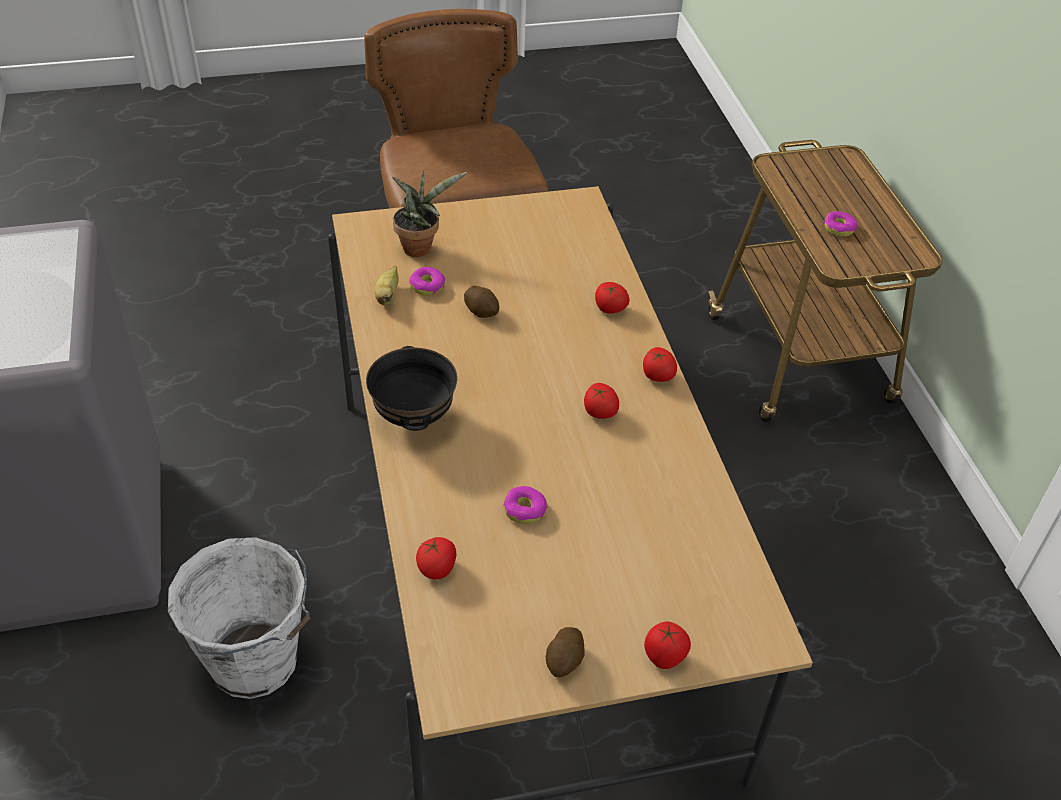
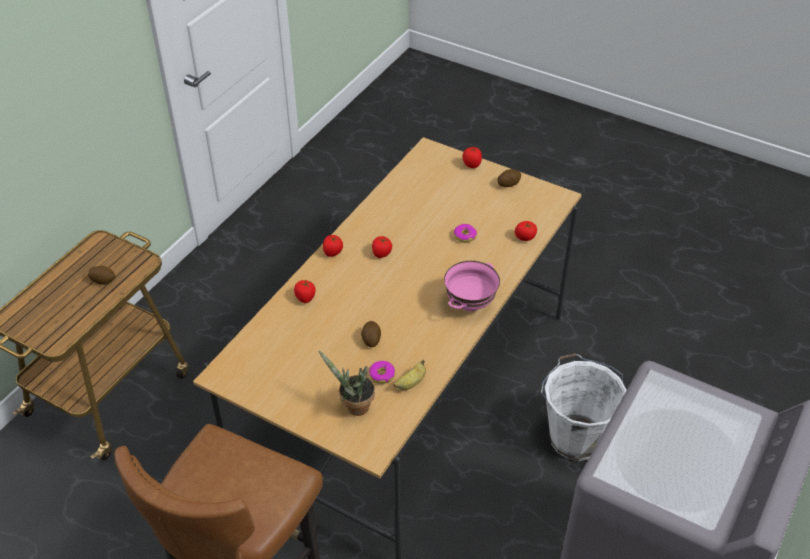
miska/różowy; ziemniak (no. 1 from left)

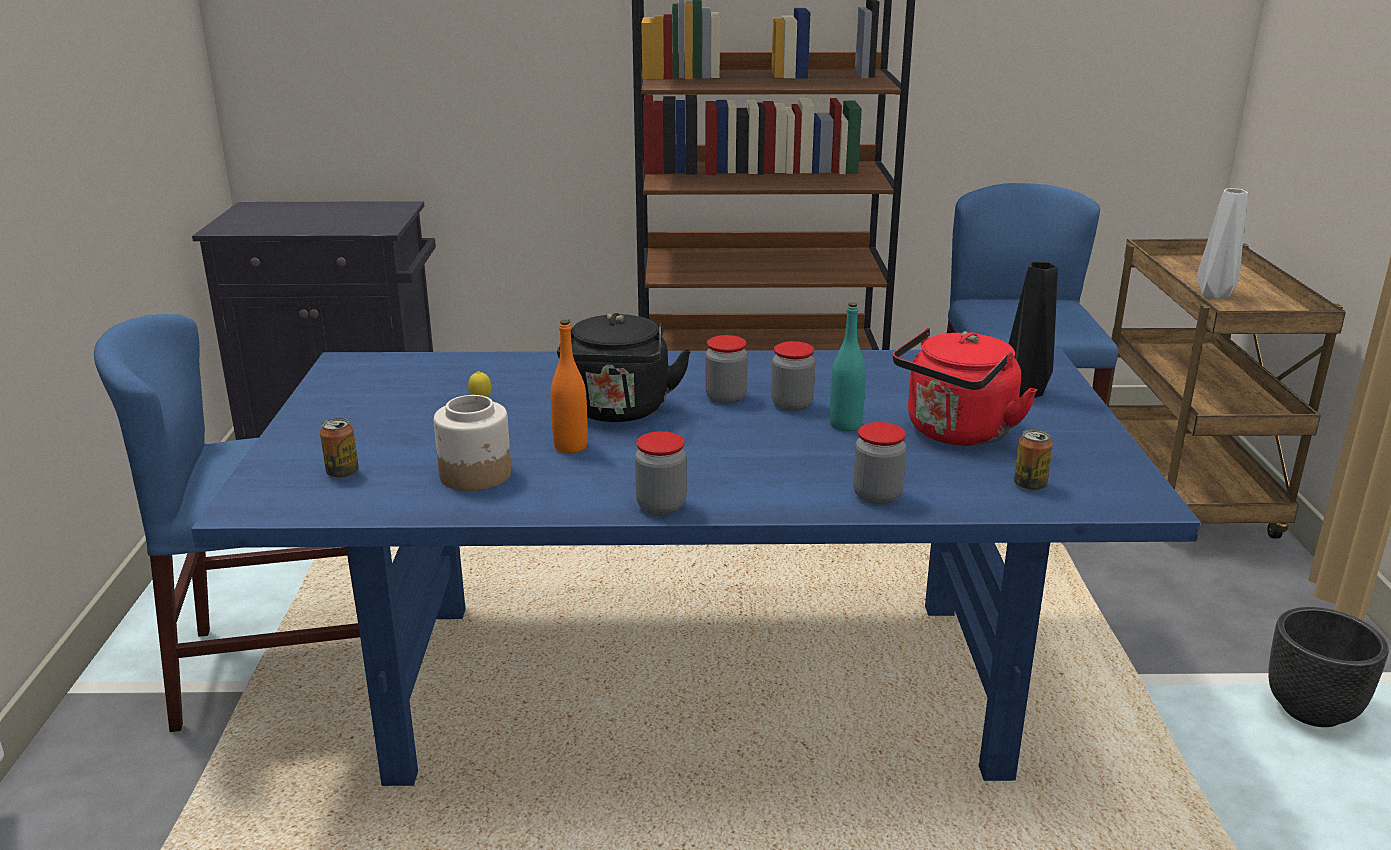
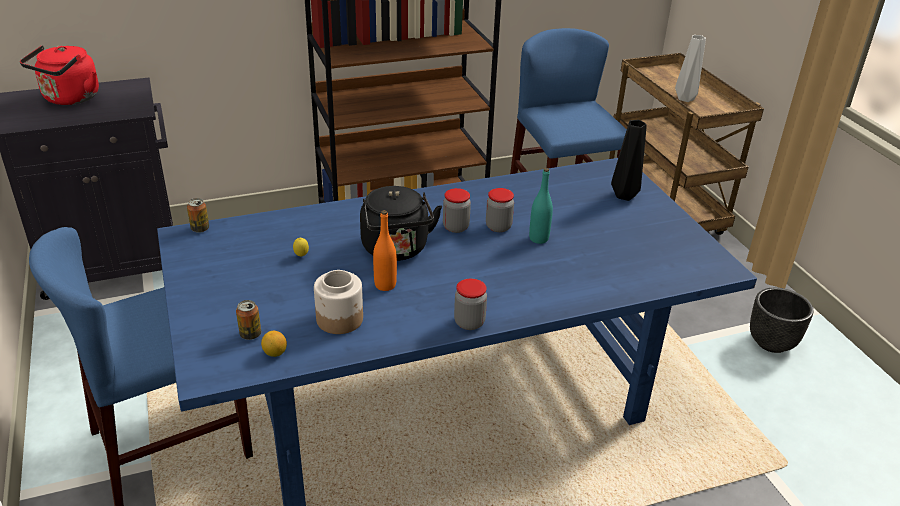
słoik (no. 5 from left in the first image); czajnik/czerwony; puszka (no. 1 from left); cytryna (no. 1 from left)

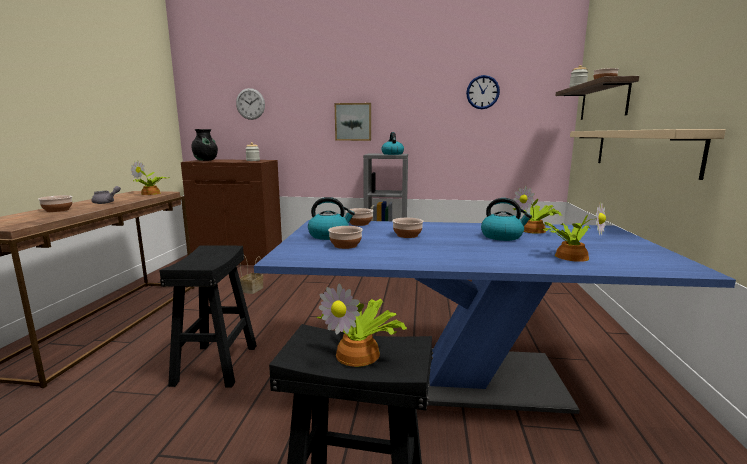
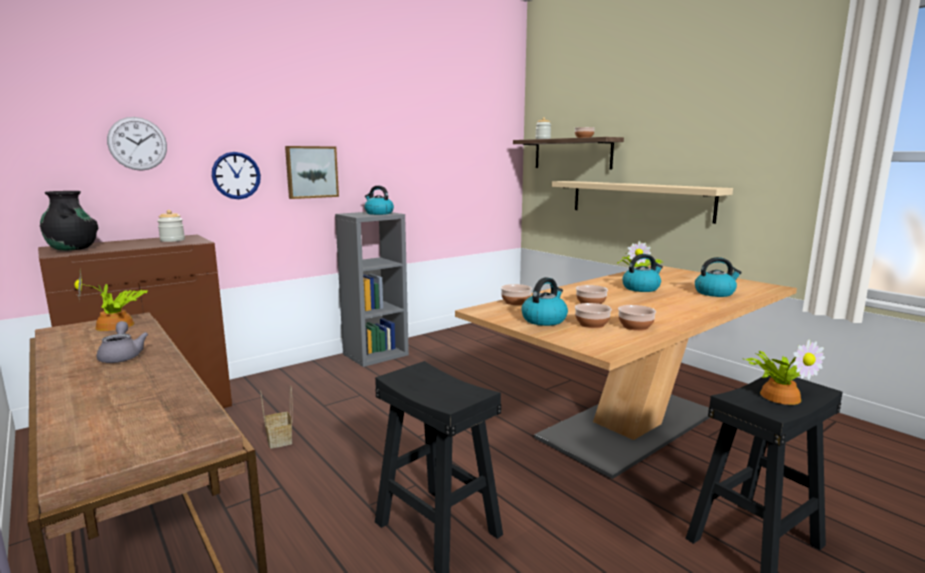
miska (no. 5 from left); stół jadalny/beżowy; zegar ścienny (no. 2 from left); czajnik (no. 4 from left)

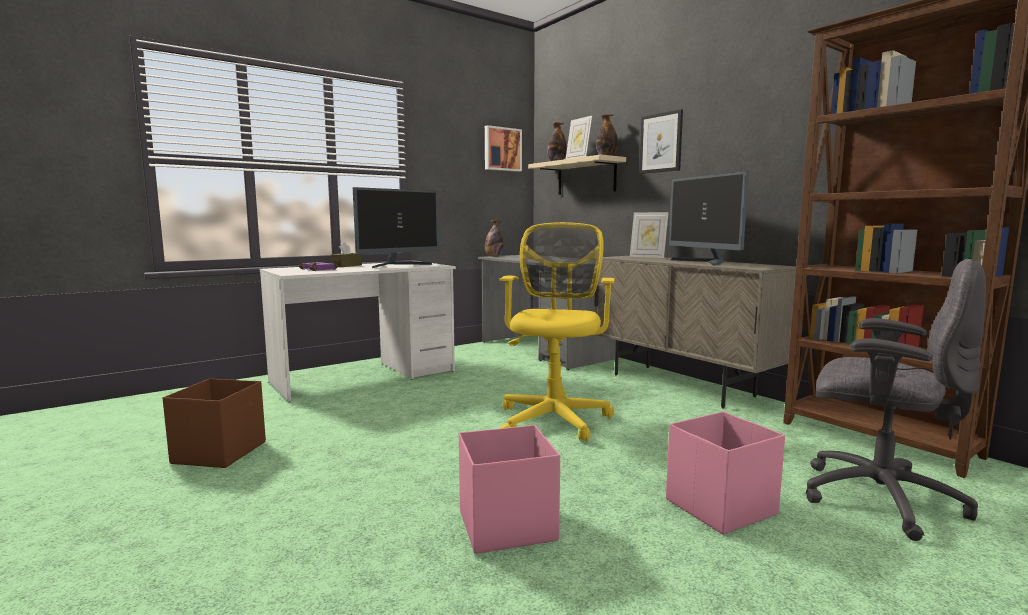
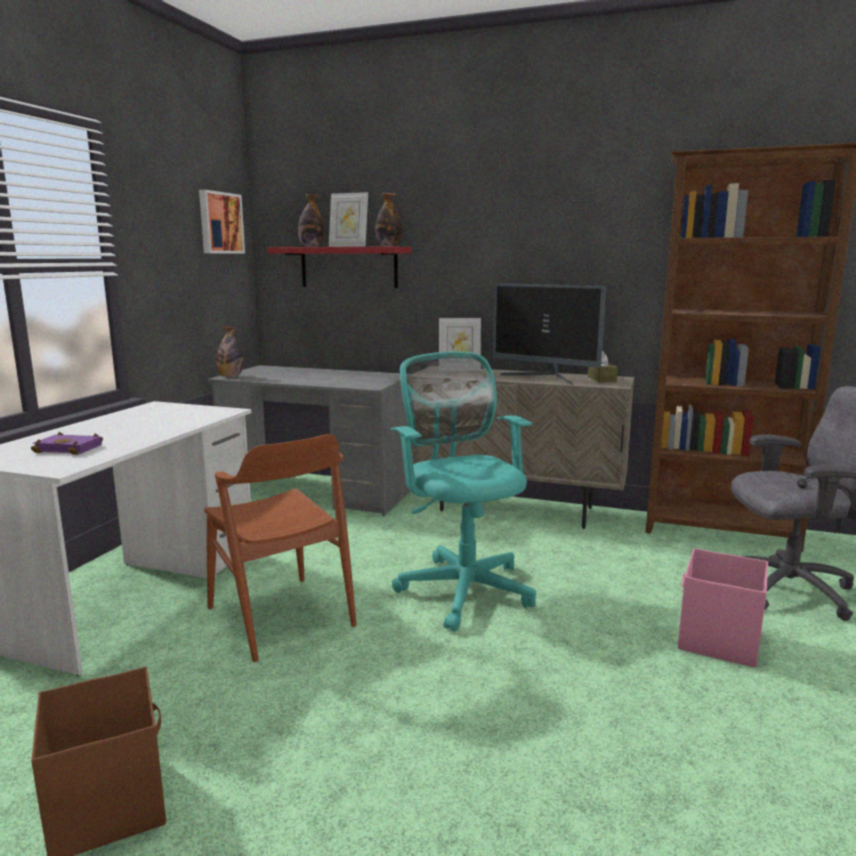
pudełko chusteczek/brązowy; monitor (no. 1 from left in the first image); pojemnik do przechowywania/różowy (no. 1 from left in the first image); krzesło biurowe/turkusowy; półka/czerwony; obraz (no. 2 from left in the first image); krzesło/brązowy

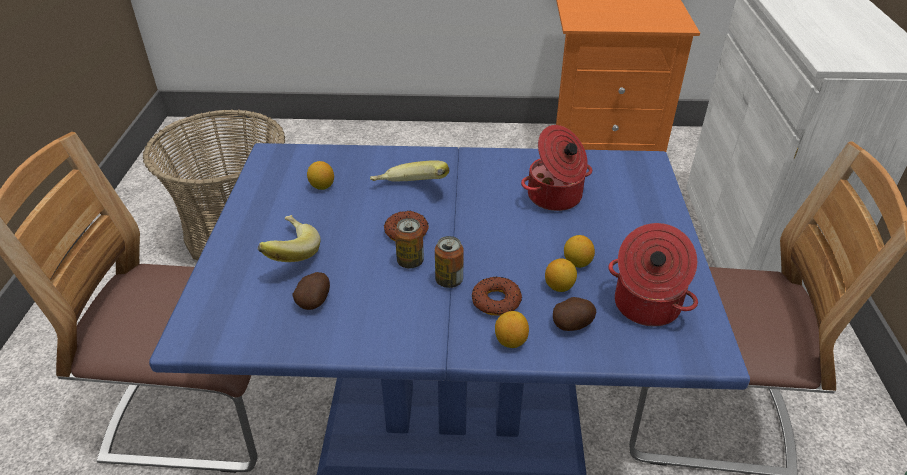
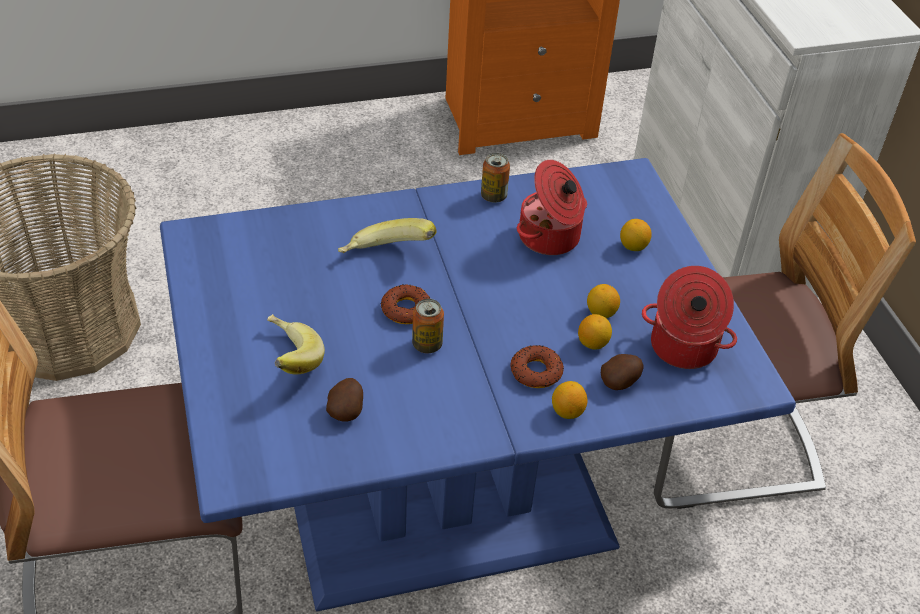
cytryna (no. 4 from left); puszka (no. 2 from left)

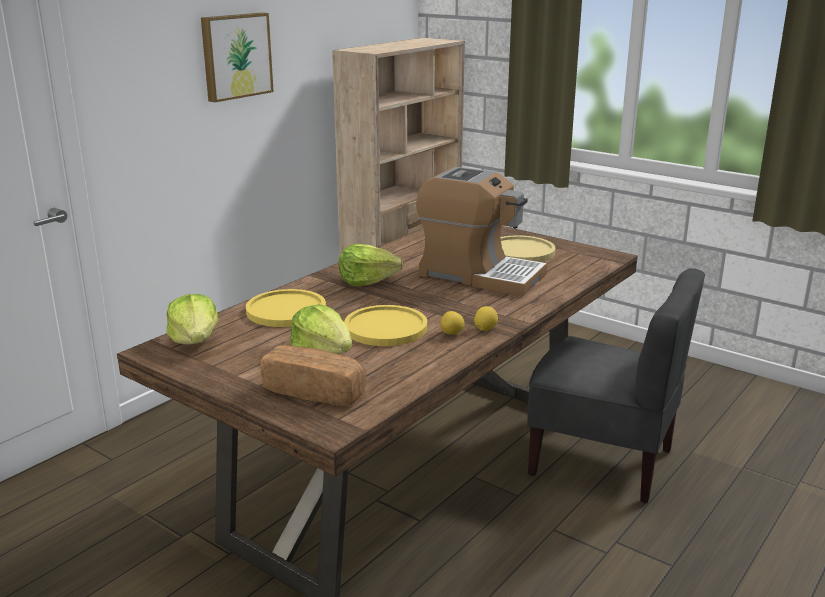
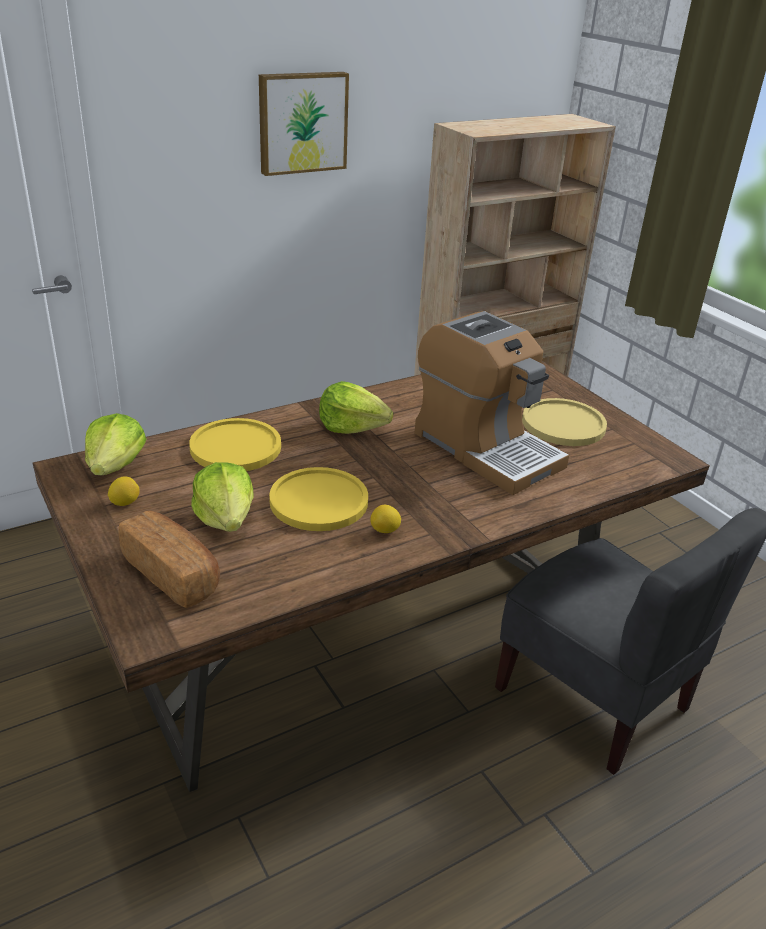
cytryna (no. 1 from left)

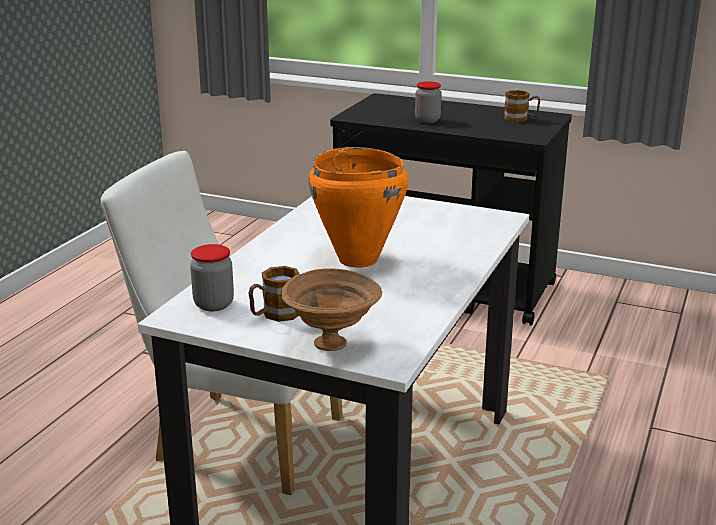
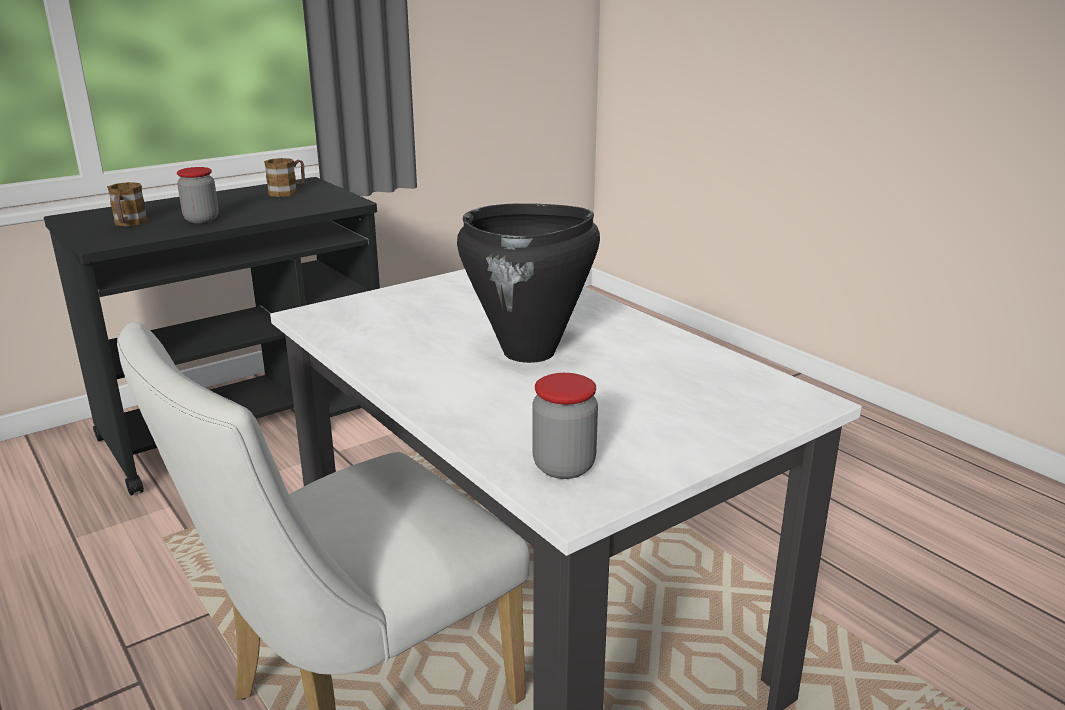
kubek (no. 1 from left); miska/brązowy; garnek/czarny

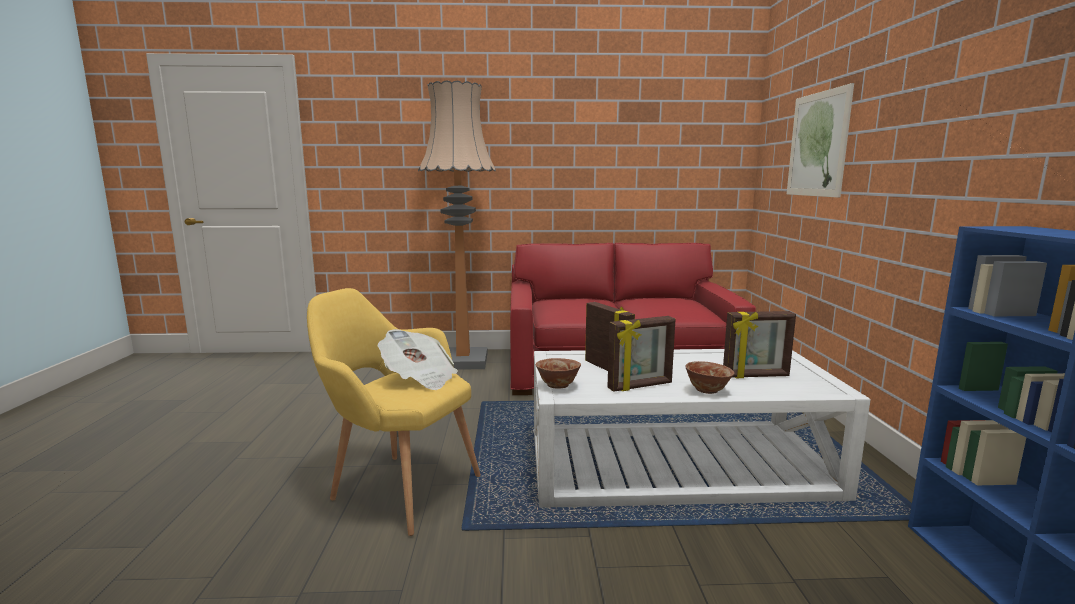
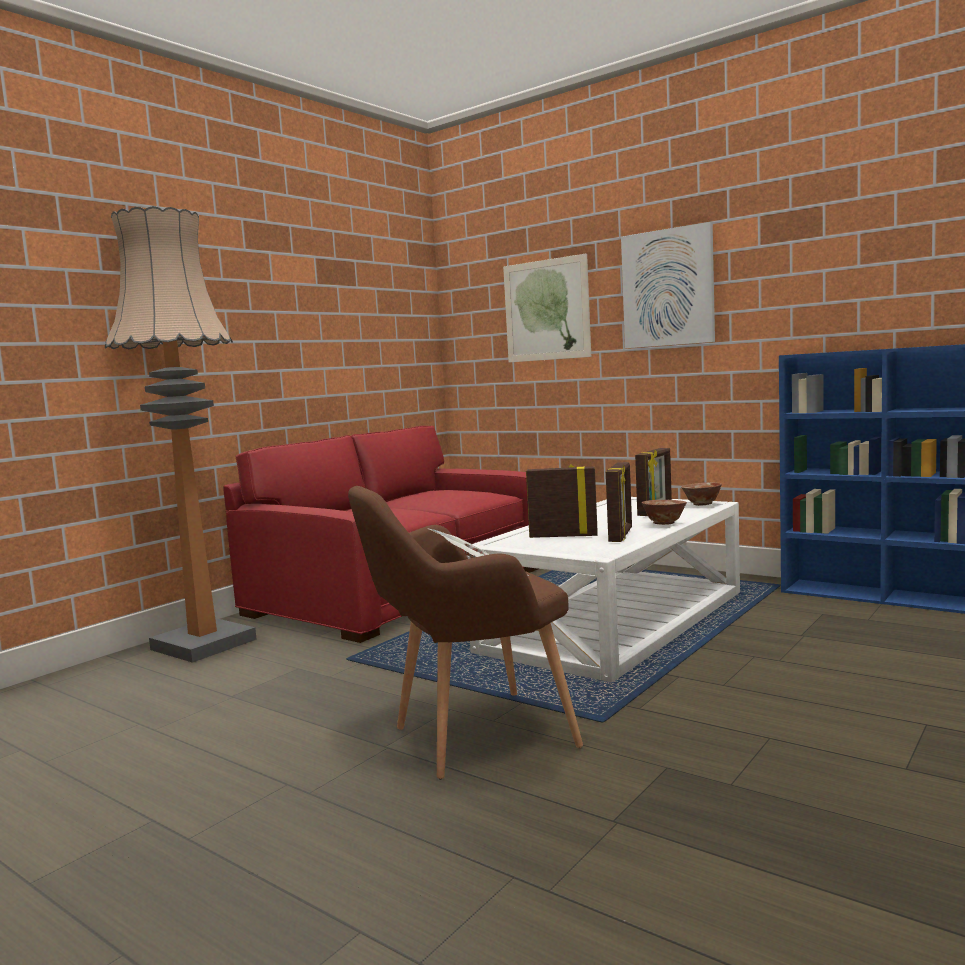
fotel/brązowy; miska (no. 2 from left); obraz (no. 2 from left)

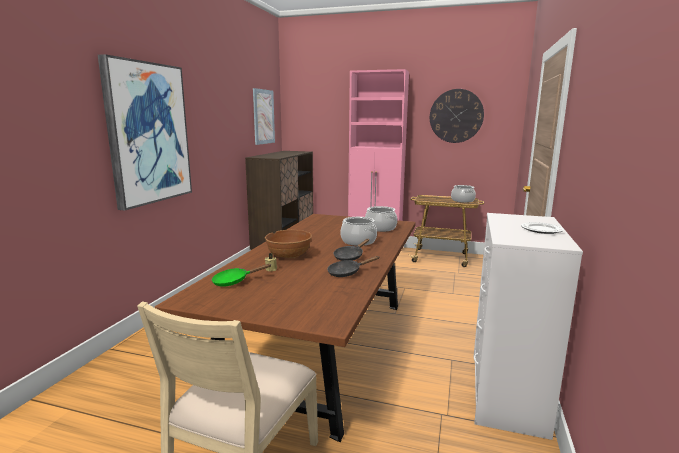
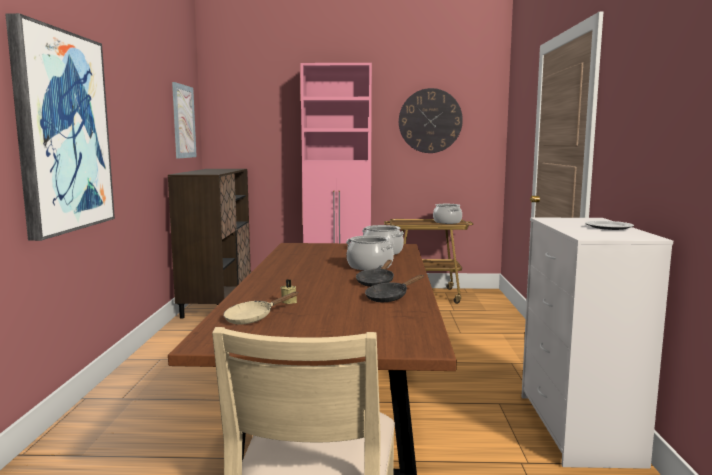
patelnia/beżowy; miska/brązowy

